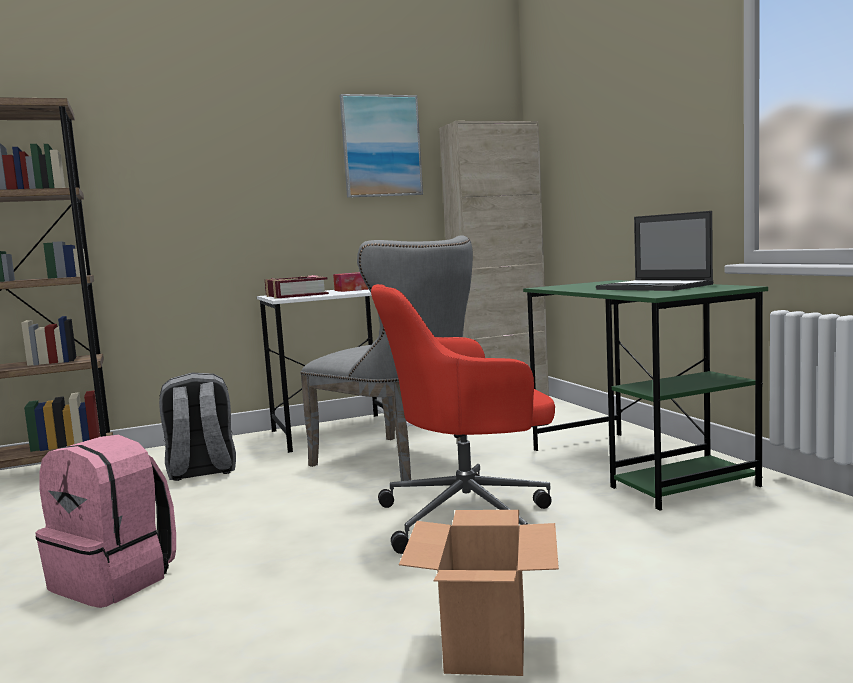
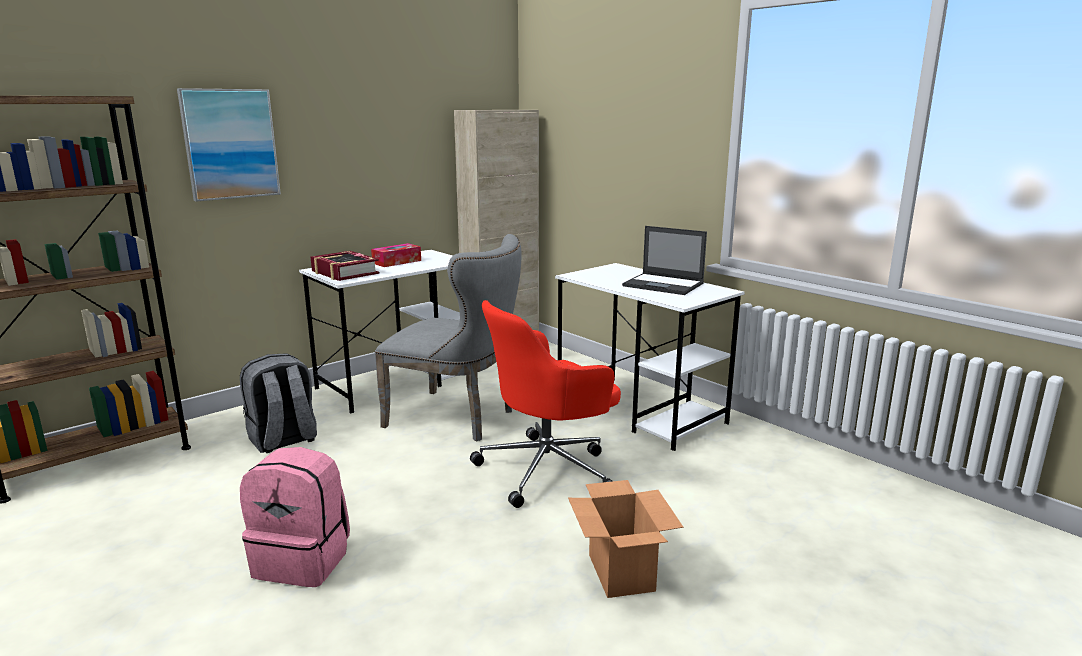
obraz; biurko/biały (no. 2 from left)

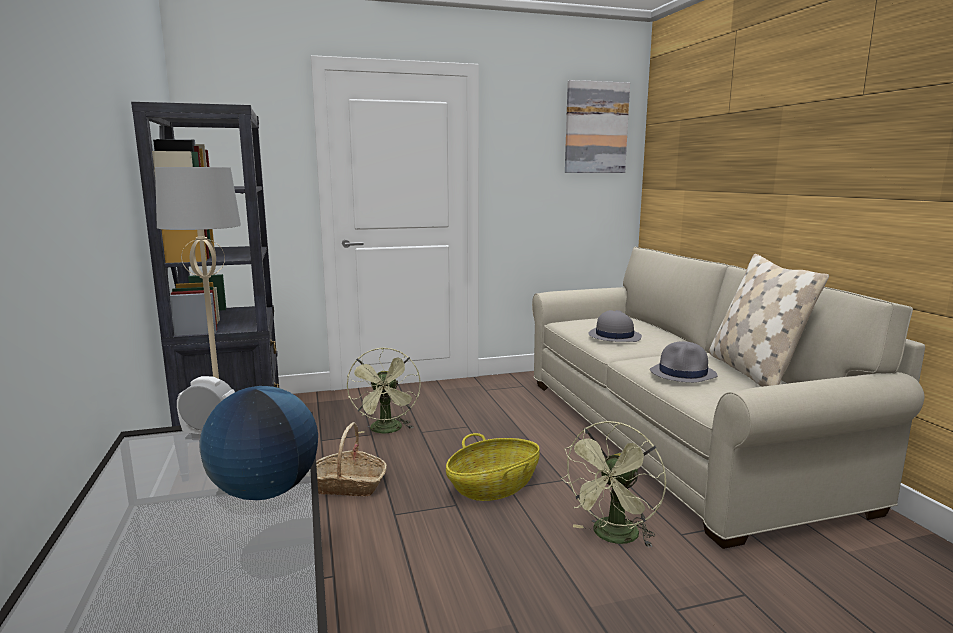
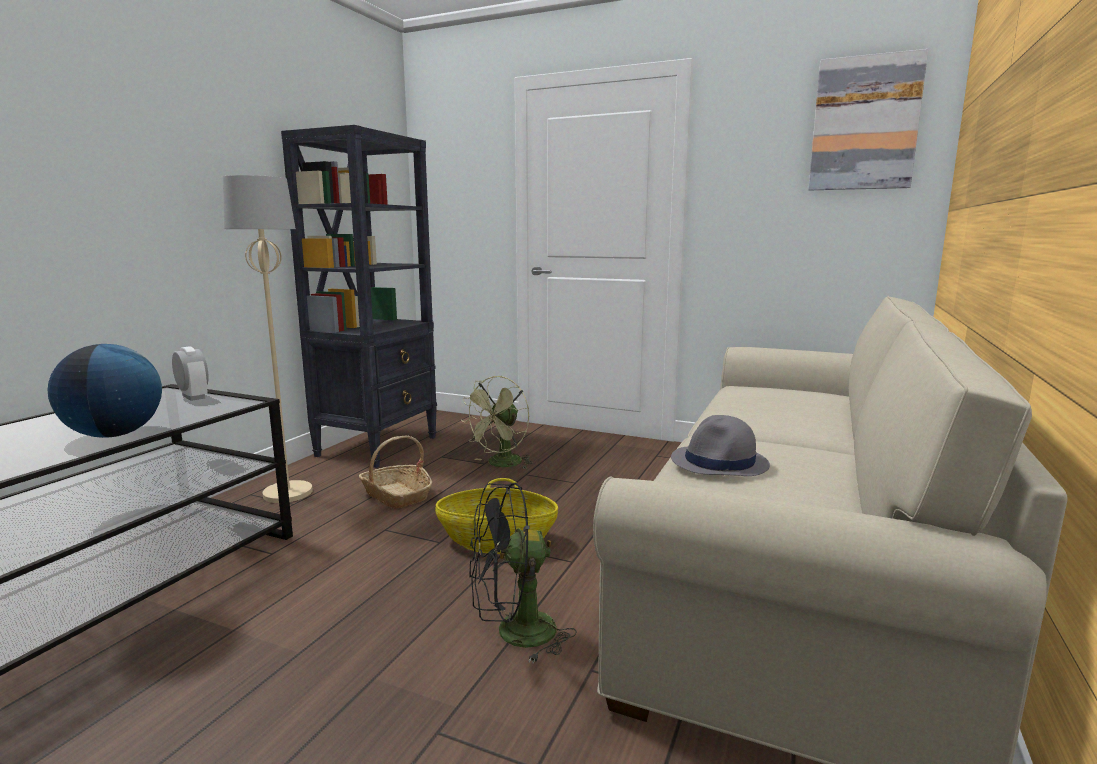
wentylator/czarny; kapelusz/szary (no. 1 from left in the first image); poduszka/beżowy

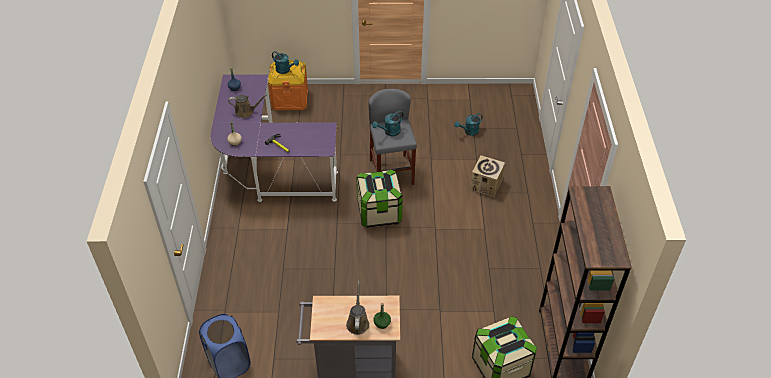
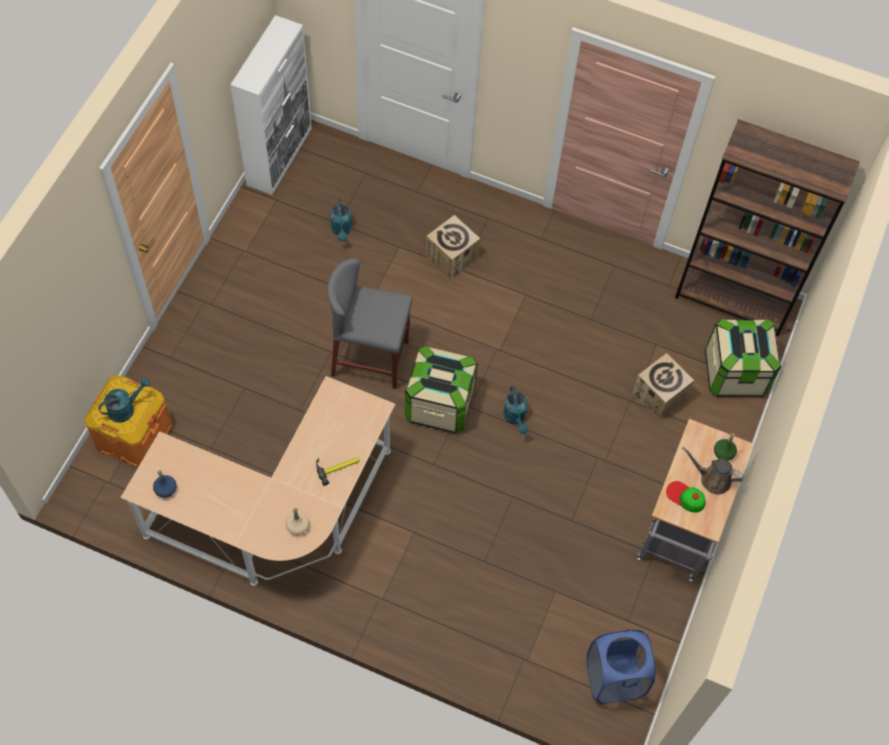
biurko/beżowy; konewka/brązowy (no. 1 from left in the first image); konewka/turkusowy (no. 3 from left); szafka/biały; karton (no. 2 from left); czapka z daszkiem

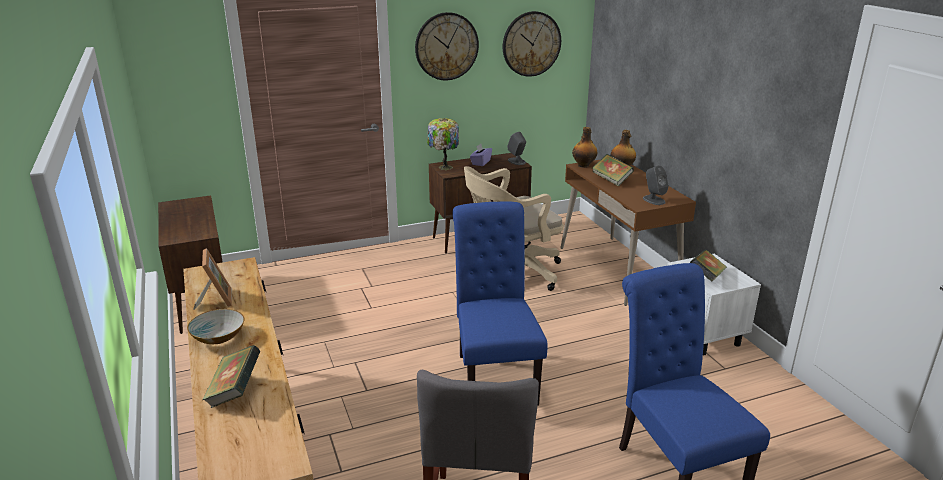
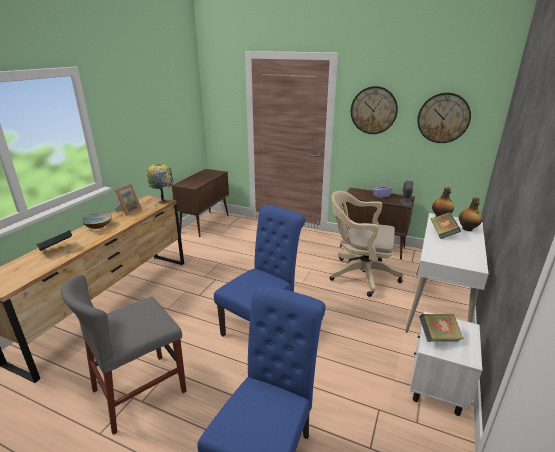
lampa stołowa; biurko/biały; głośnik/szary (no. 2 from left in the first image)

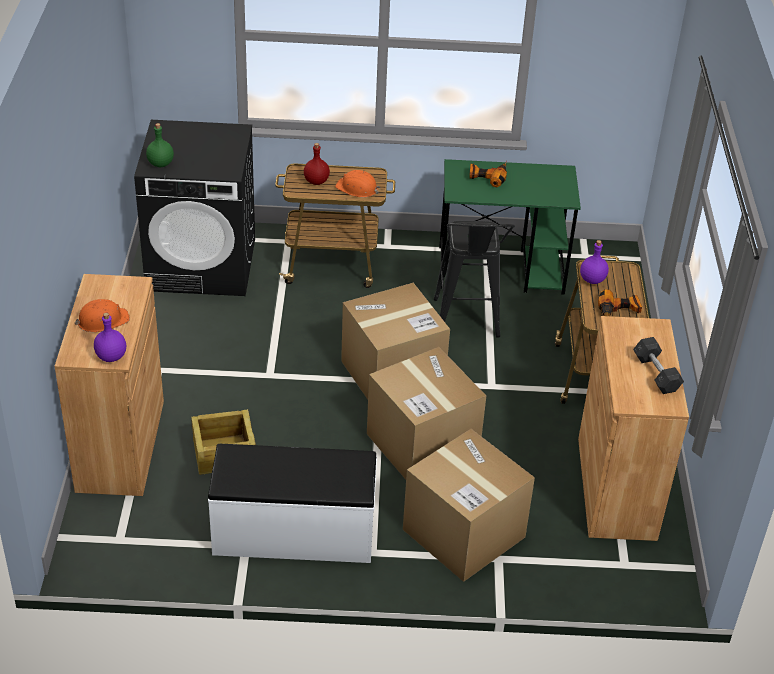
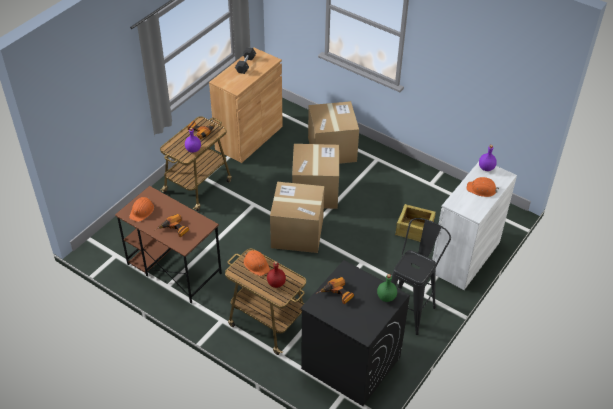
szafka/biały; ławka/biały; stołek/czarny; biurko/brązowy; kask/pomarańczowy (no. 1 from left); wiertarka (no. 3 from left)

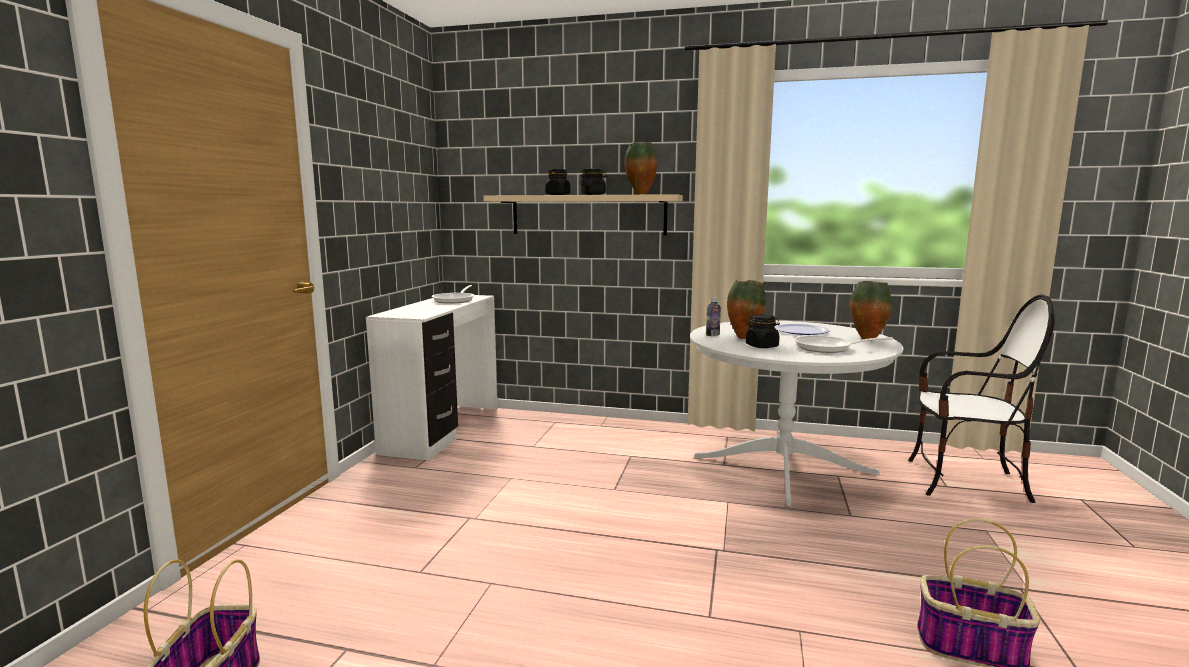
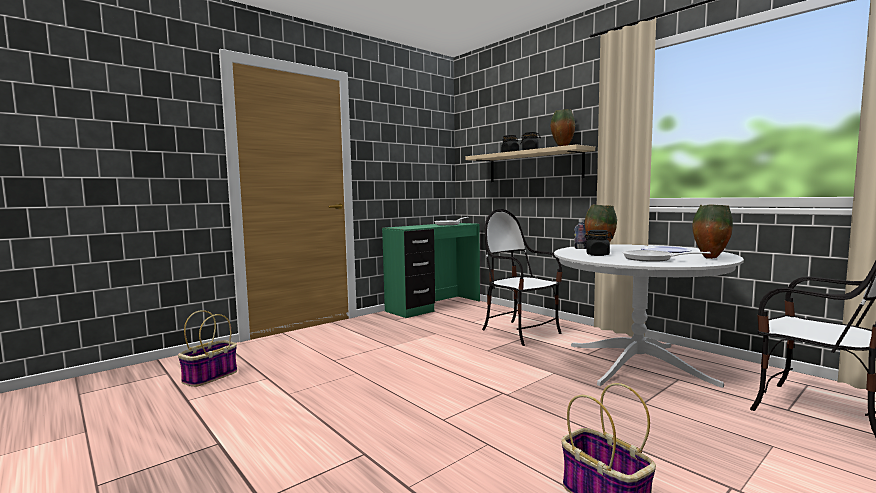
biurko/zielony; krzesło (no. 1 from left)

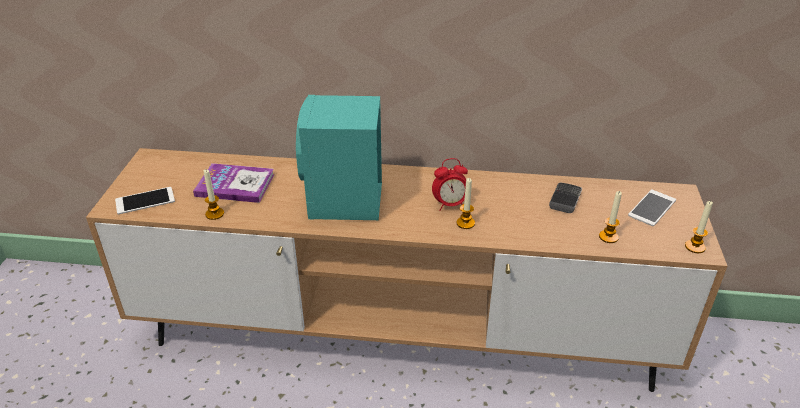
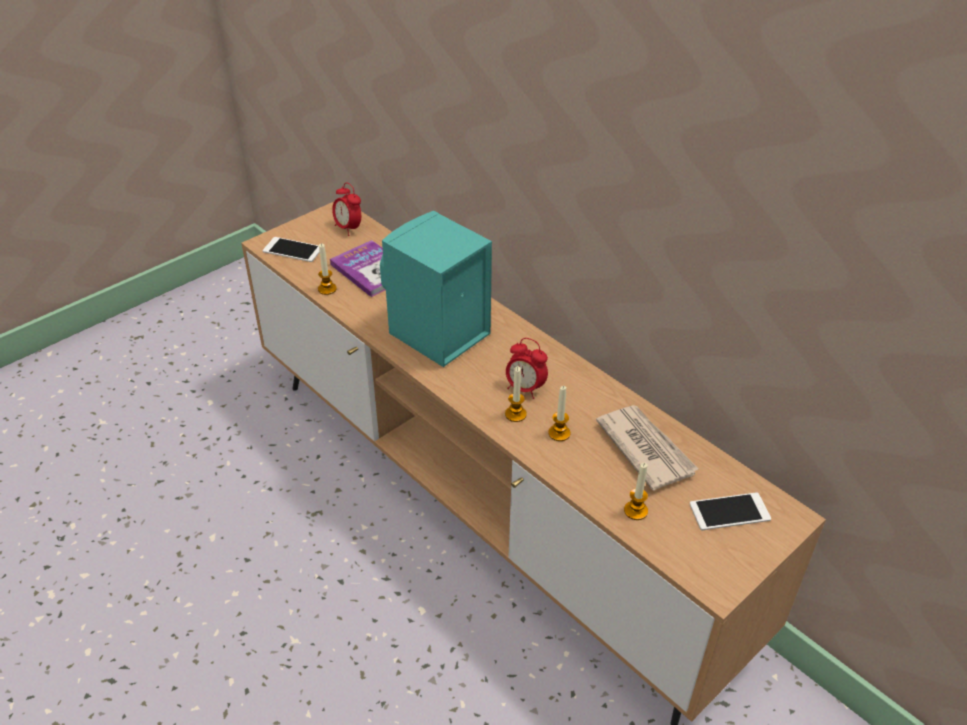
gazeta; świeca (no. 3 from left); budzik (no. 1 from left)

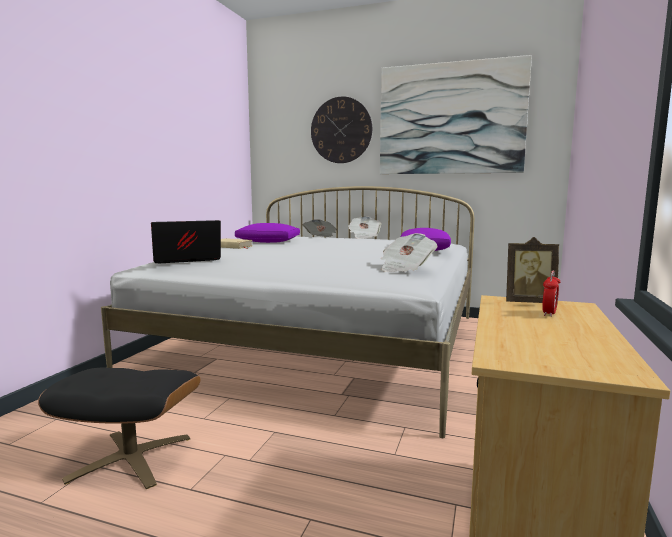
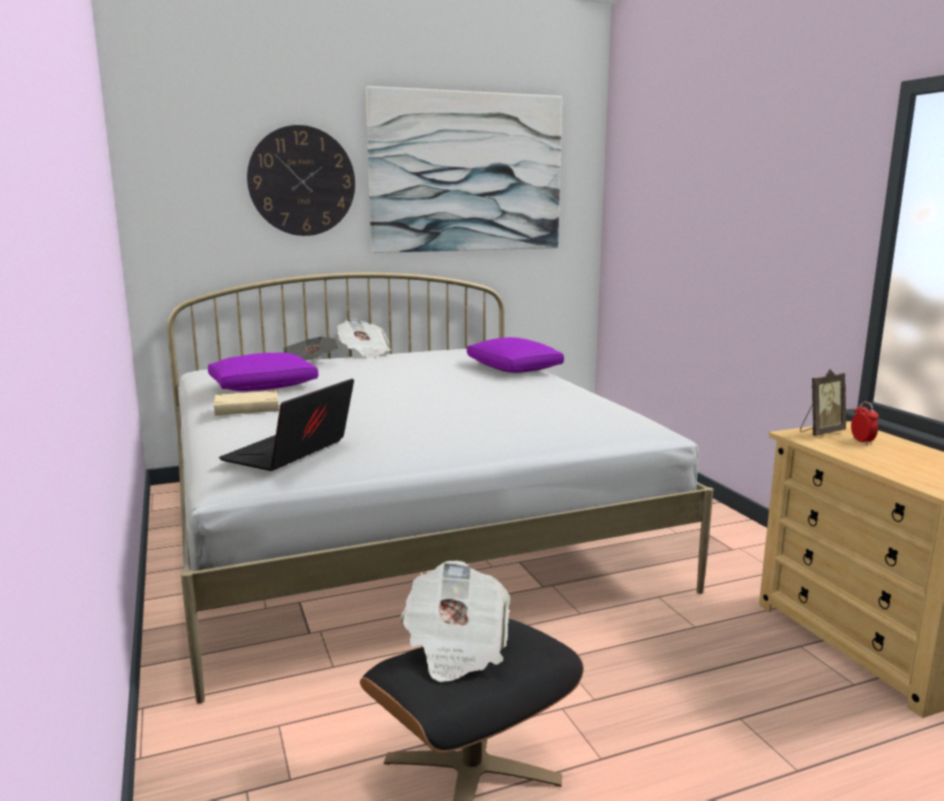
gazeta (no. 3 from left)

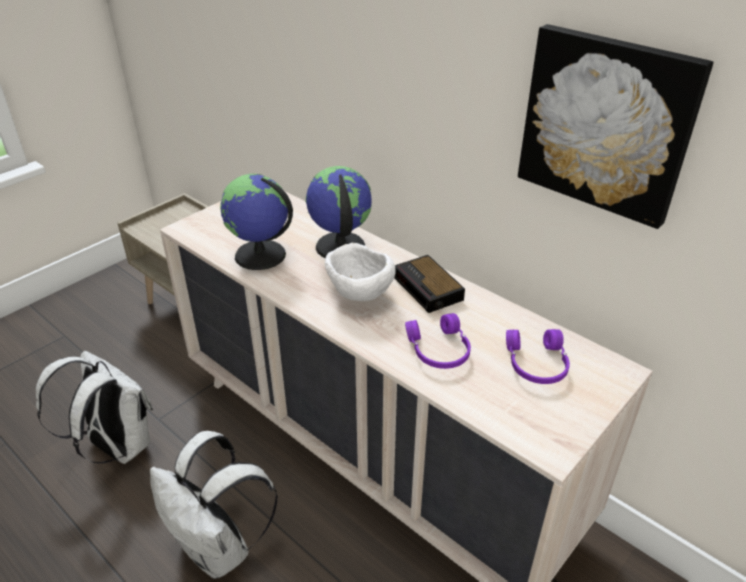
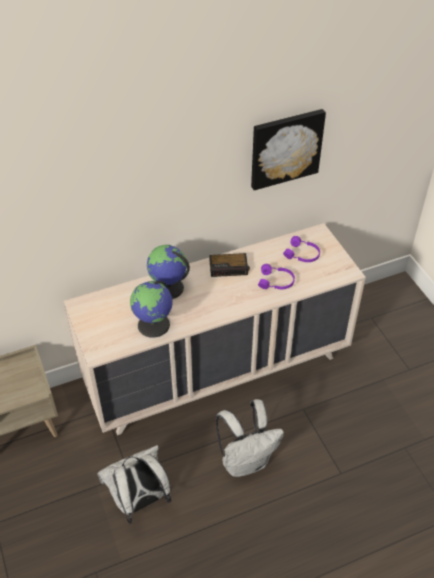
miska/biały

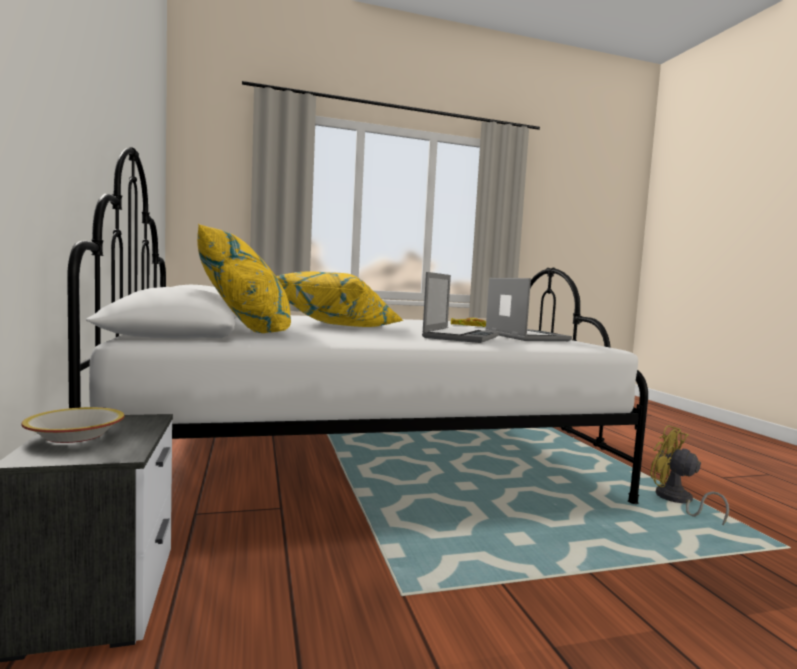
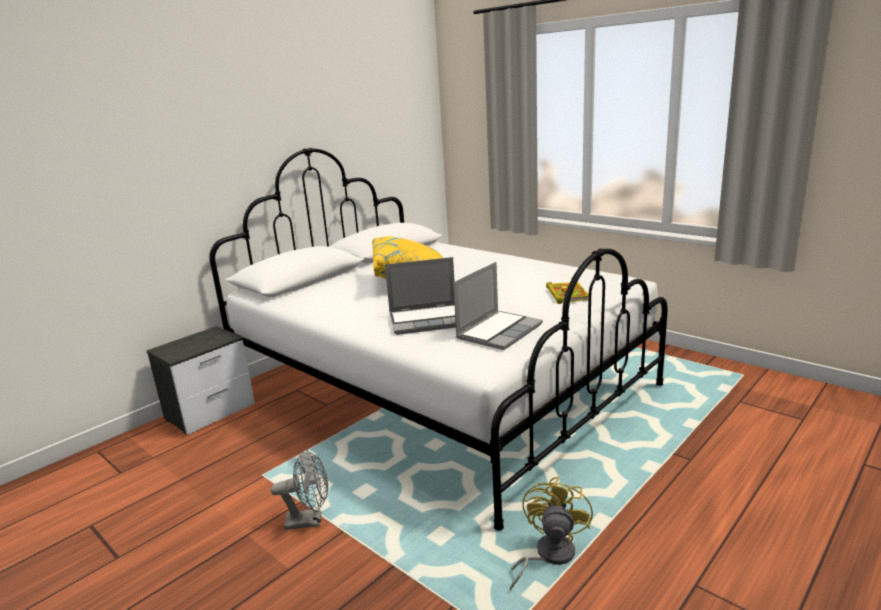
miska; poduszka/żółty (no. 1 from left in the first image); wentylator/szary

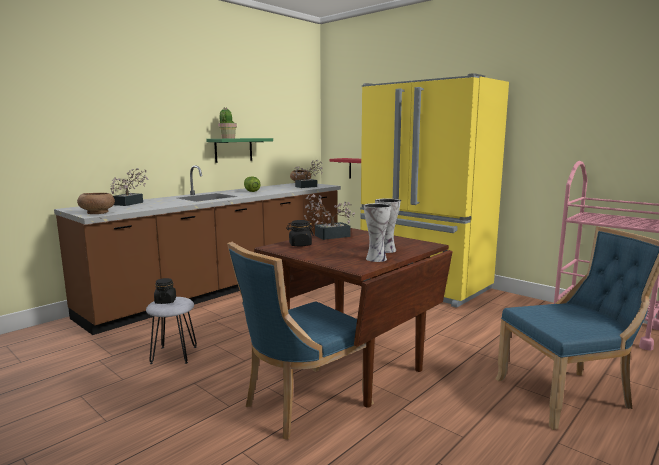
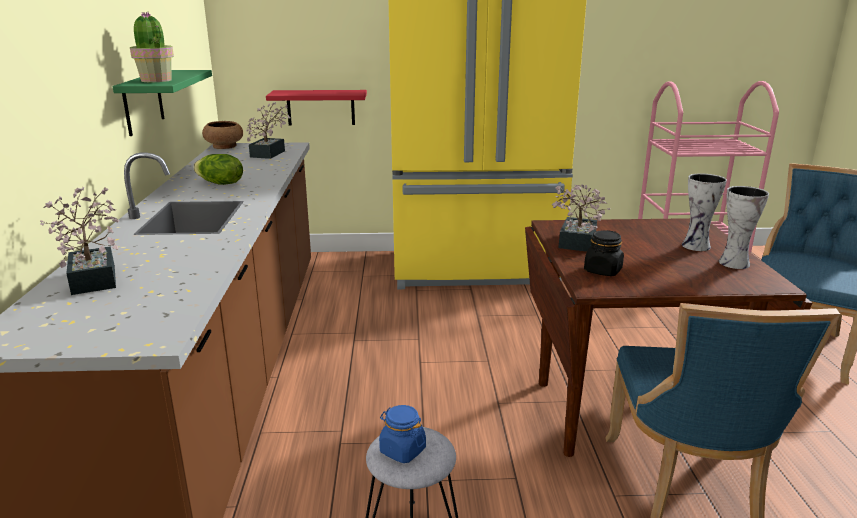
miska/brązowy (no. 1 from left in the first image); słoik/niebieski

